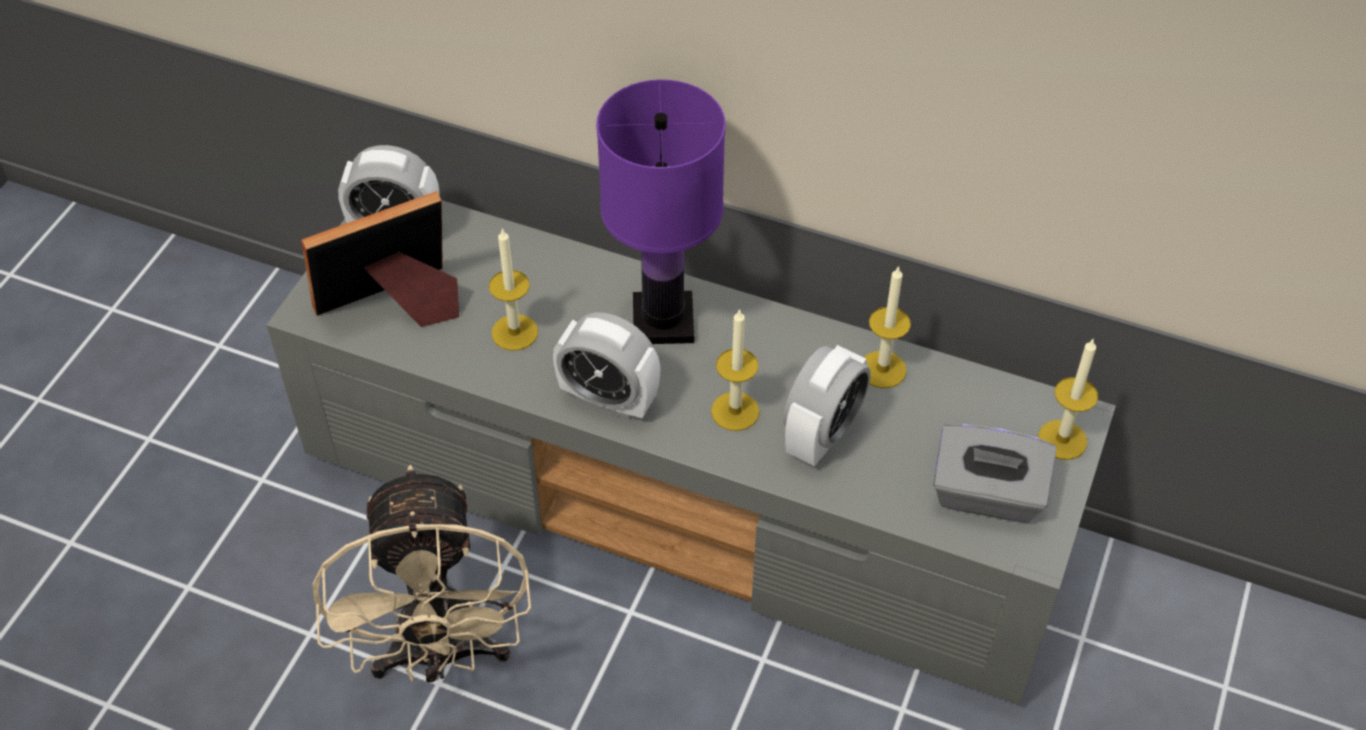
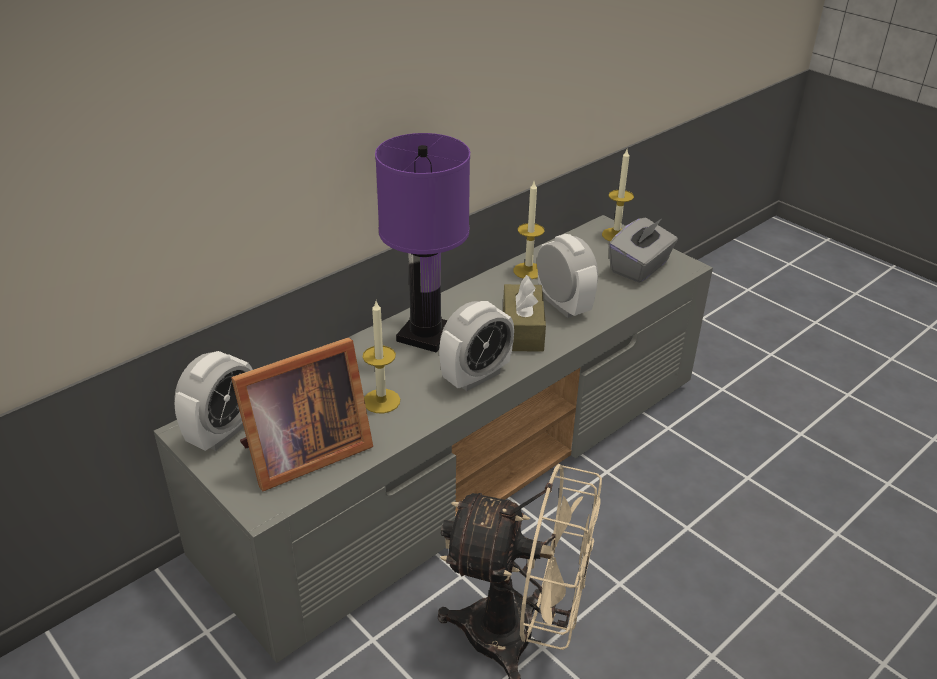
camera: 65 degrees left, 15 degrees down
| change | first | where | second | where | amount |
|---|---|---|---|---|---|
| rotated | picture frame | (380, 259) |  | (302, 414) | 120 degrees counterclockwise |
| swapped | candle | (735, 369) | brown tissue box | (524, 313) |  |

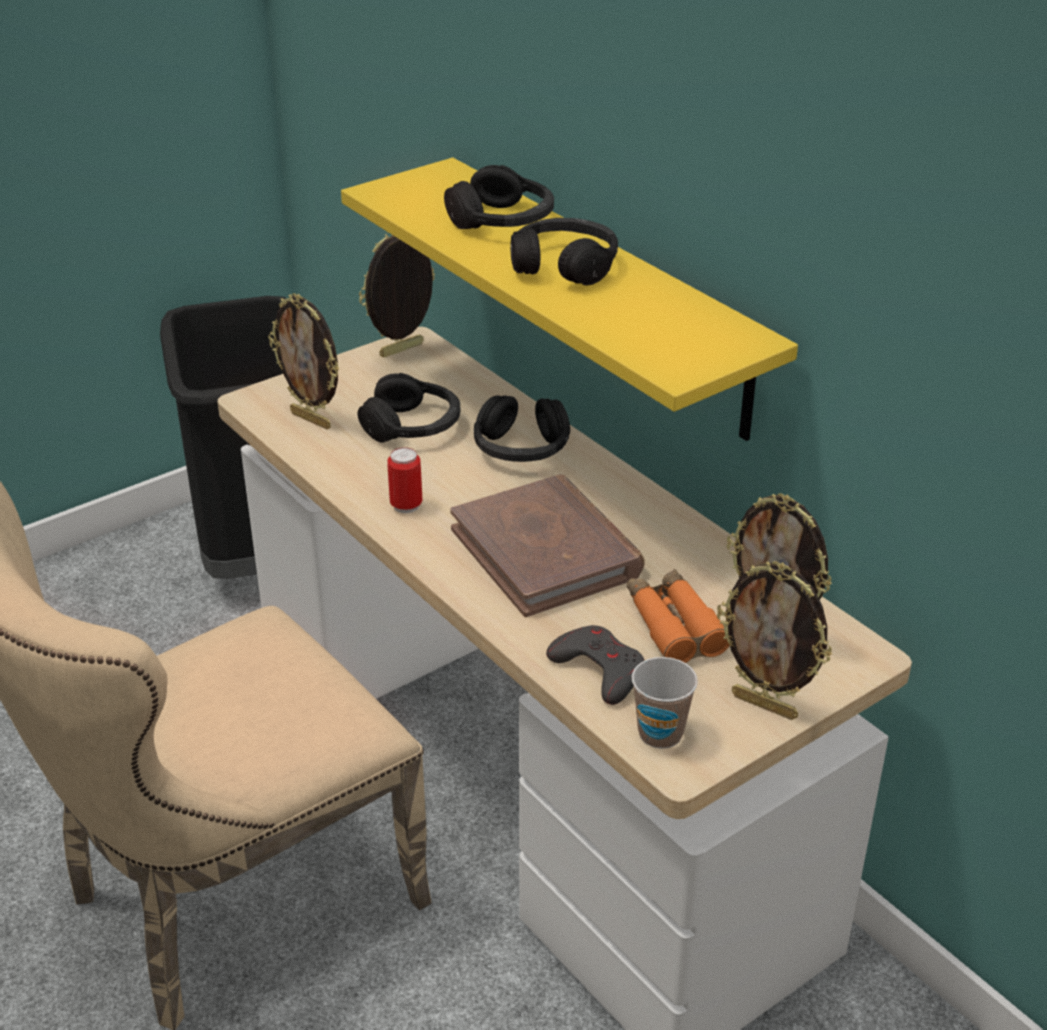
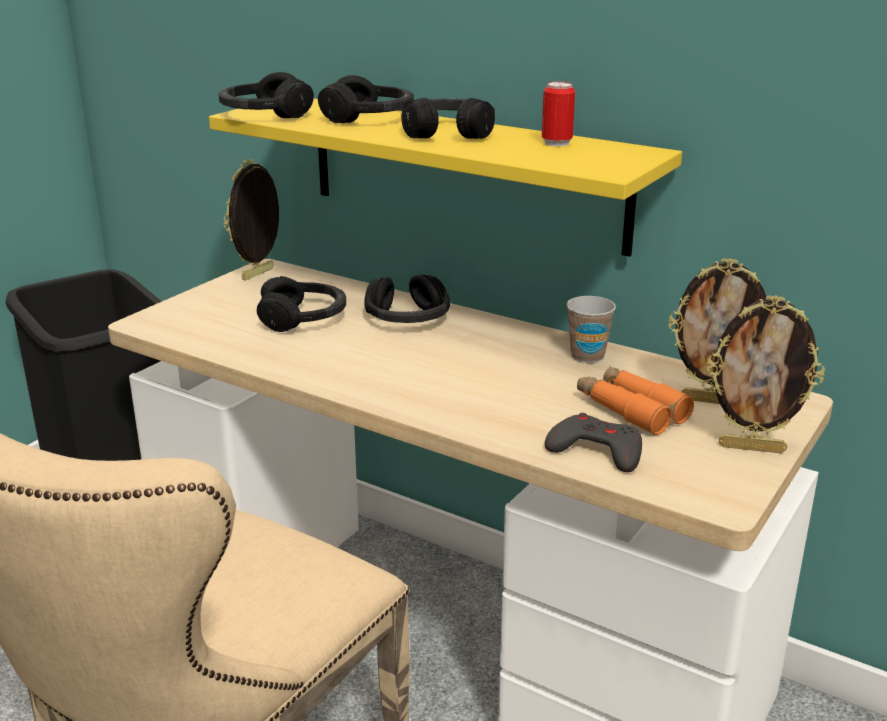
camera: 20 degrees left, 10 degrees down
| change | first | where | second | where | amount |
|---|---|---|---|---|---|
| new |  |  | black headphones | (266, 95) |  |
| shifted | can | (404, 480) |  | (558, 114) |  |
| shifted | cup | (665, 703) |  | (591, 329) |  |
| gone | picture frame | (303, 361) |  |  |  |
| gone | brown book | (547, 545) |  |  |  |

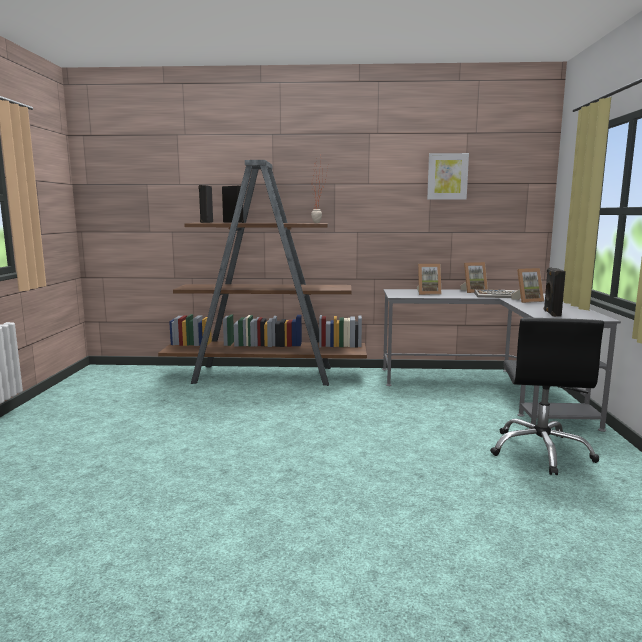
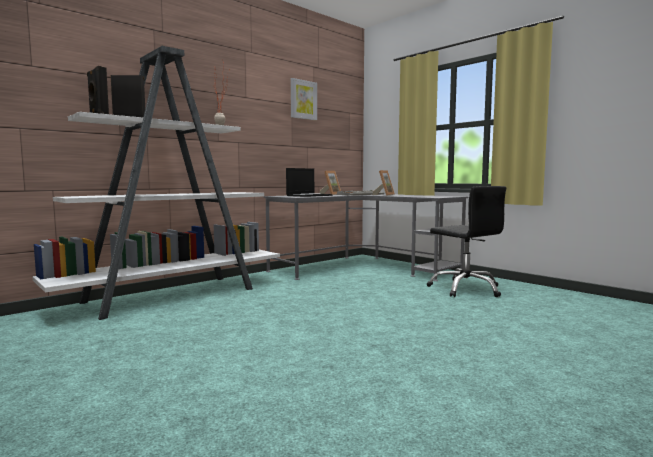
camera: 45 degrees left, 5 degrees down
| change | first | where | second | where | amount |
|---|---|---|---|---|---|
| repainted | brown bookcase | (262, 273) | white bookcase | (156, 183) |  |
| swapped | picture frame | (429, 279) | laptop | (309, 182) |  |
| gone | black speaker | (555, 292) |  |  |  |

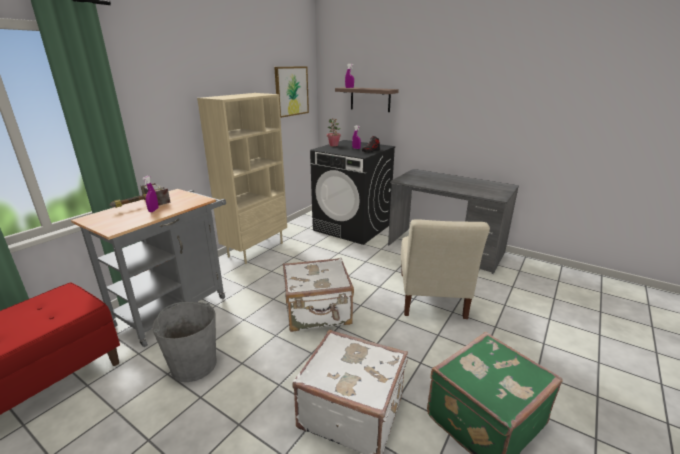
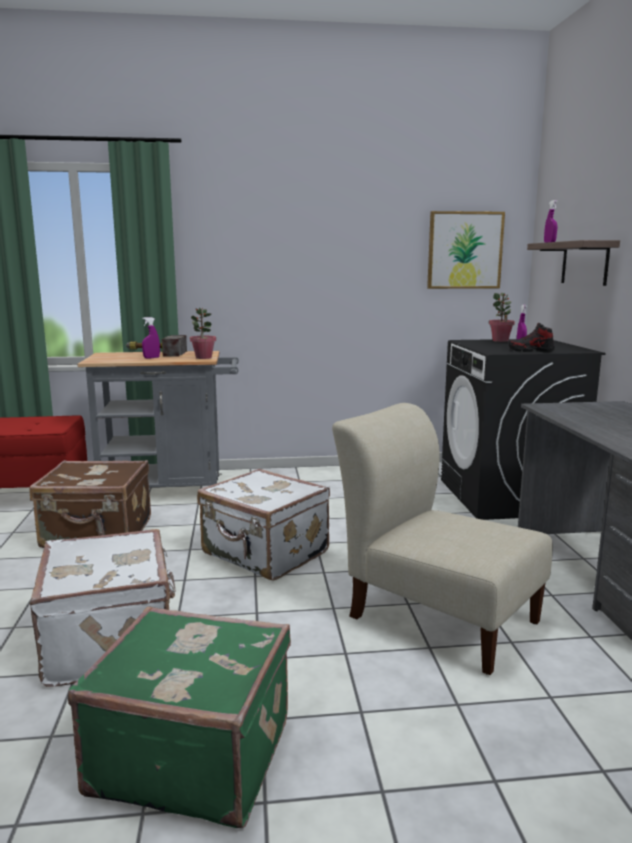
camera: 50 degrees right, 10 degrees down
| change | first | where | second | where | amount |
|---|---|---|---|---|---|
| swapped | grey bucket | (184, 342) | brown suitcase | (90, 504) |  |
| new |  |  | potted plant | (203, 333) |  |
| rotated | beige chair | (445, 269) |  | (442, 539) | 75 degrees clockwise |
| gone | beige bookcase | (242, 178) |  |  |  |

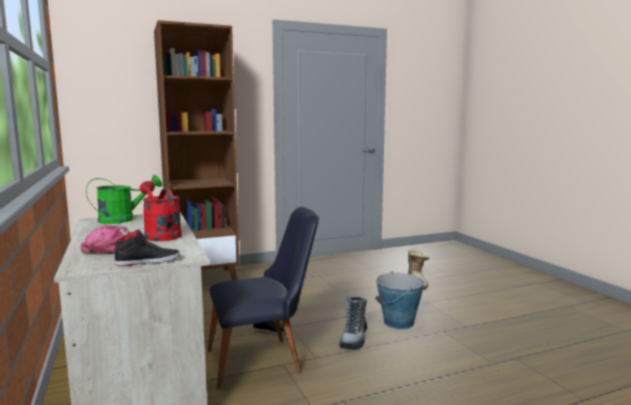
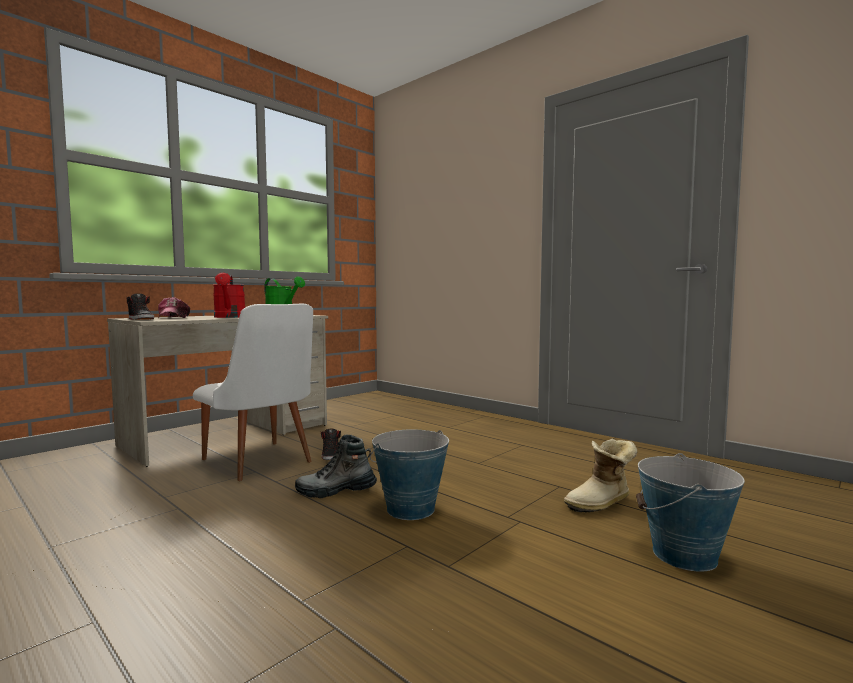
camera: 65 degrees right, 5 degrees down
| change | first | where | second | where | amount |
|---|---|---|---|---|---|
| repainted | black chair | (263, 298) | white chair | (253, 392) |  |
| rotated | red watering can | (161, 211) |  | (229, 295) | 135 degrees clockwise |
| new |  |  | bucket | (690, 512) |  |
| gone | brown bookcase | (196, 150) |  |  |  |

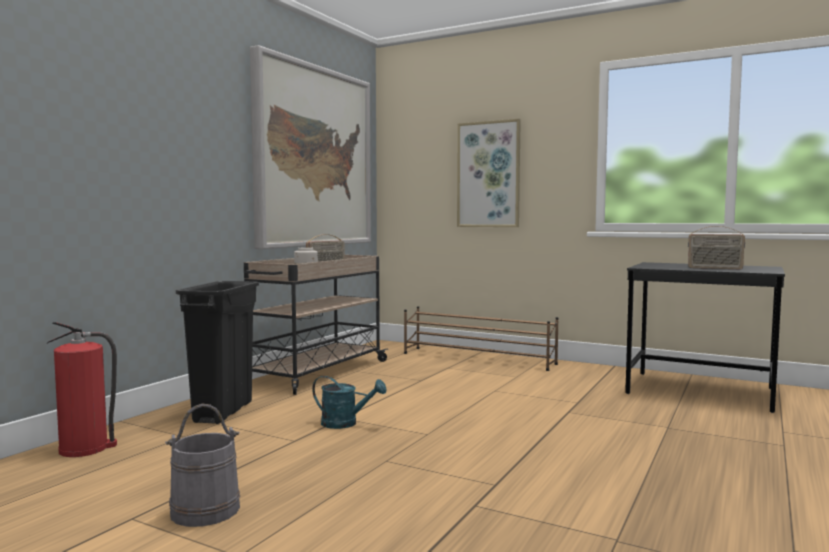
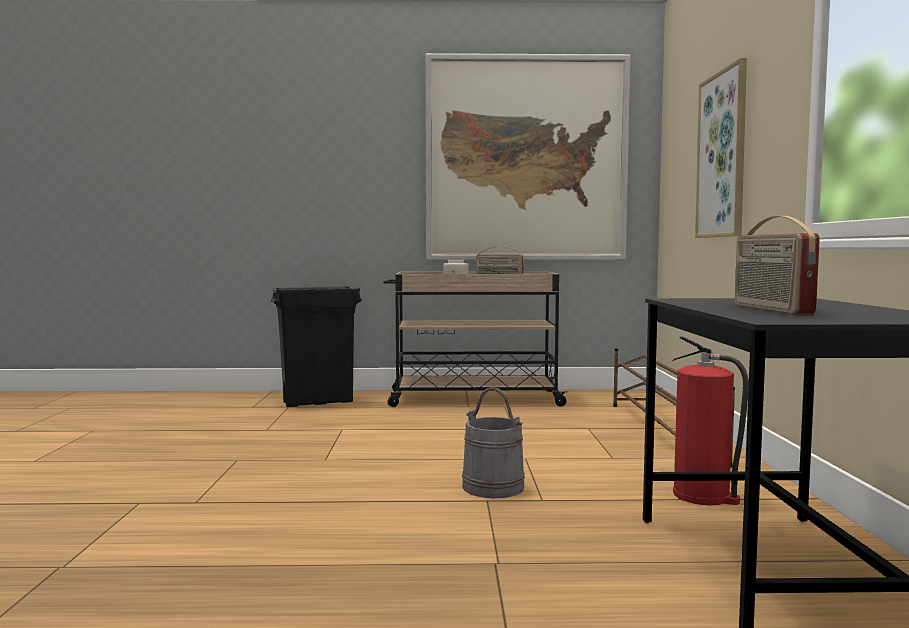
camera: 60 degrees right, 0 degrees up
| change | first | where | second | where | amount |
|---|---|---|---|---|---|
| shifted | grey bucket | (202, 465) |  | (493, 442) |  |
| shifted | fire extinguisher | (82, 389) |  | (710, 420) |  |
| gone | turquoise watering can | (349, 402) |  |  |  |

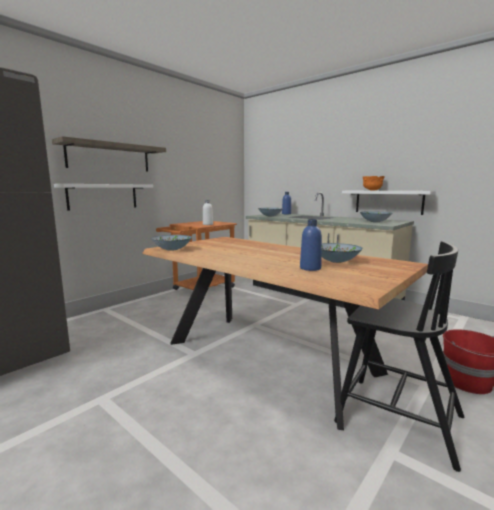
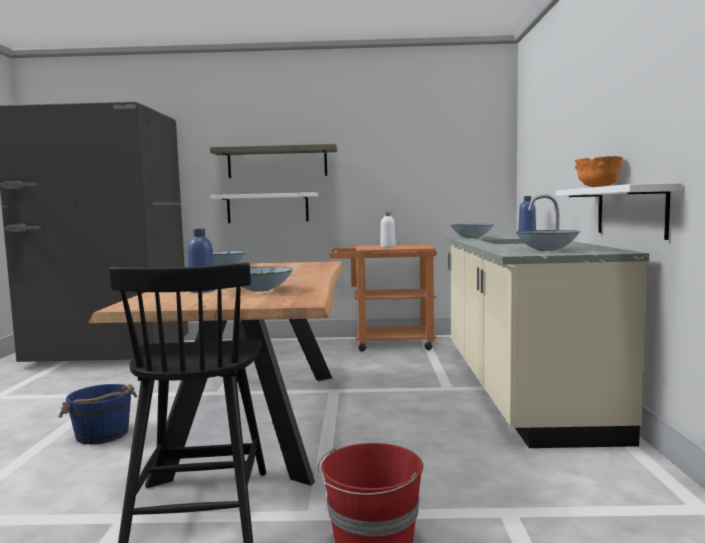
camera: 50 degrees right, 5 degrees down
| change | first | where | second | where | amount |
|---|---|---|---|---|---|
| new |  |  | blue bucket | (98, 414) |  |

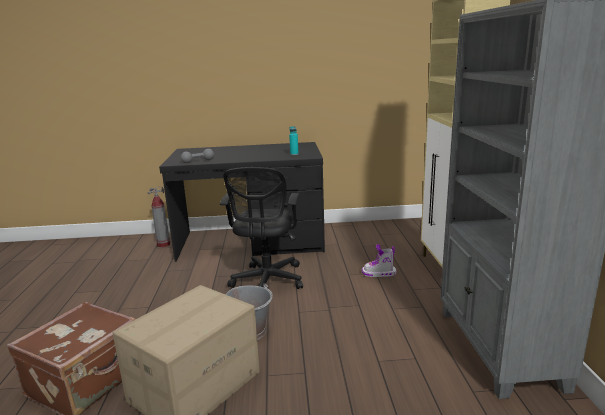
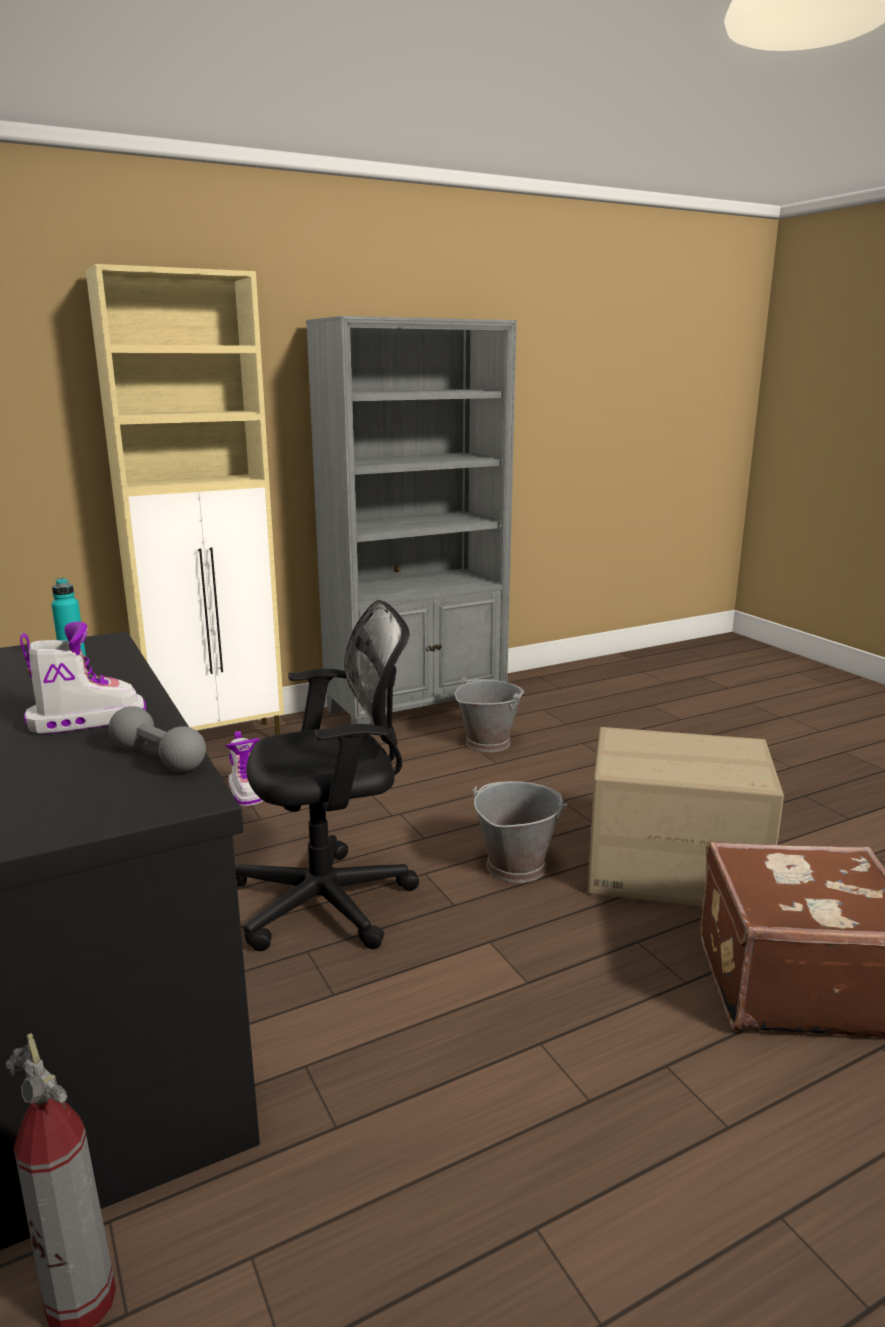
camera: 115 degrees left, 0 degrees up
| change | first | where | second | where | amount |
|---|---|---|---|---|---|
| new |  |  | boot | (83, 677) |  |
| new |  |  | grey bucket | (489, 714) |  |

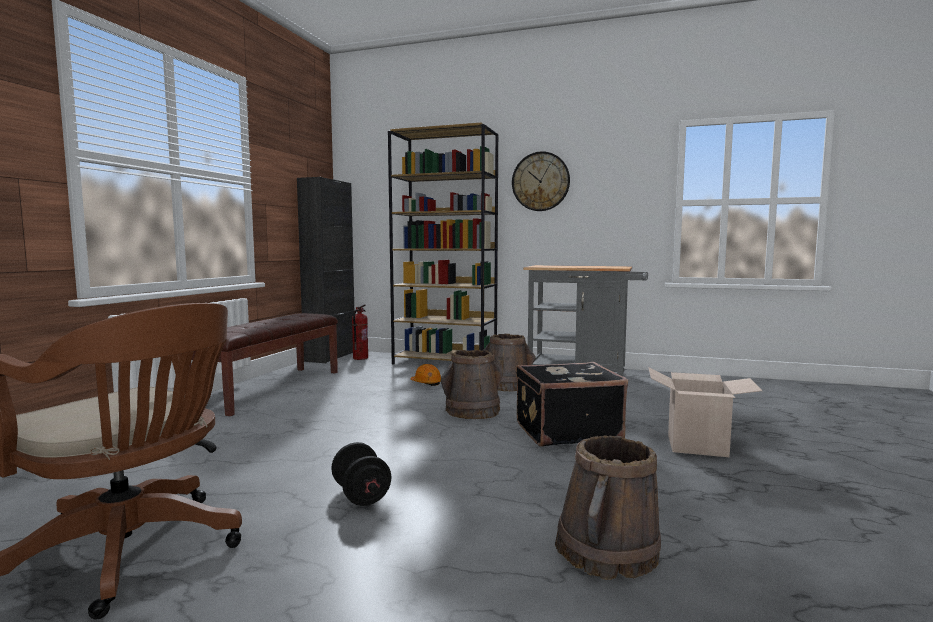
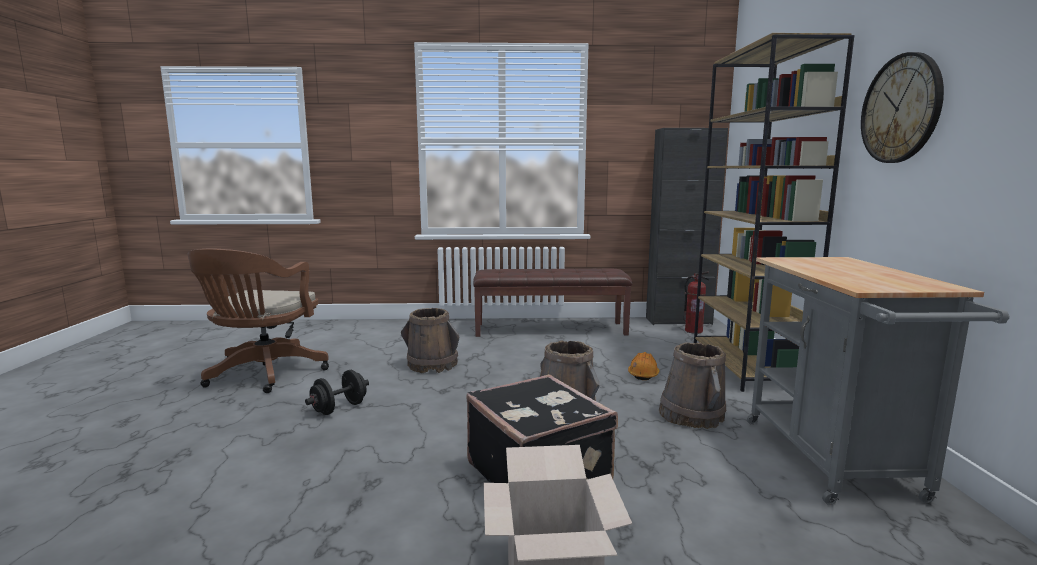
camera: 70 degrees right, 5 degrees up
| change | first | where | second | where | amount |
|---|---|---|---|---|---|
| shifted | brown bucket | (608, 507) |  | (430, 340) |  |

